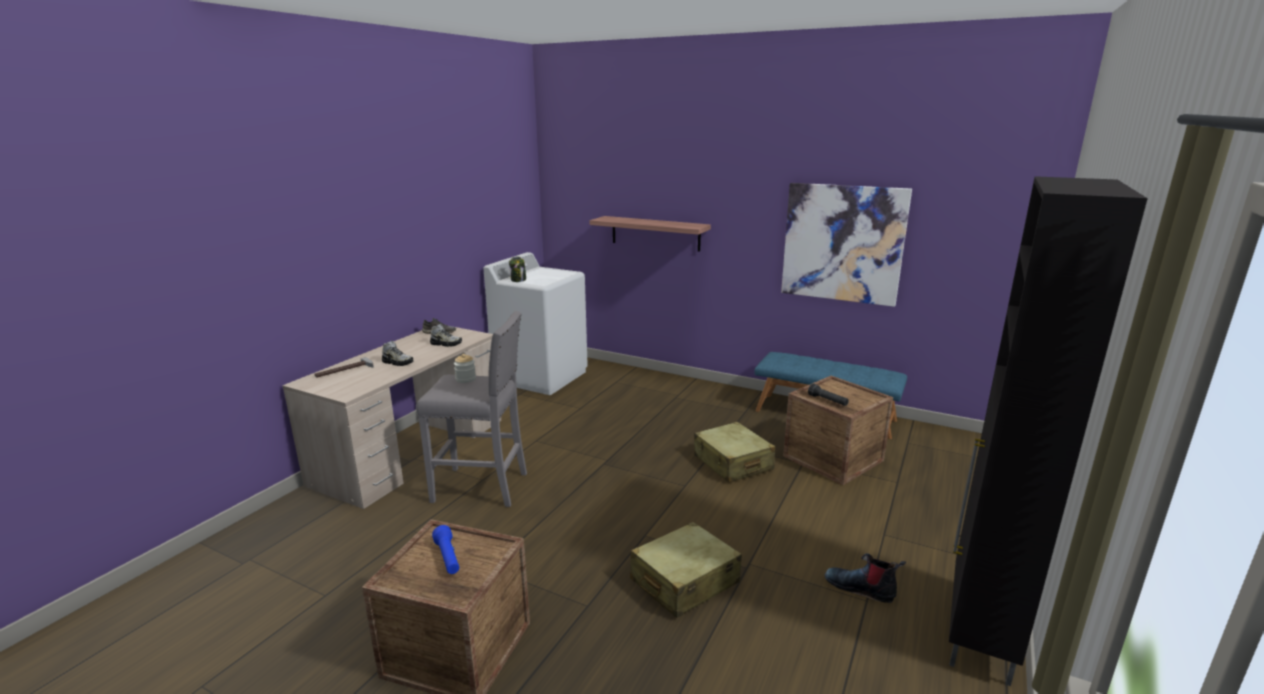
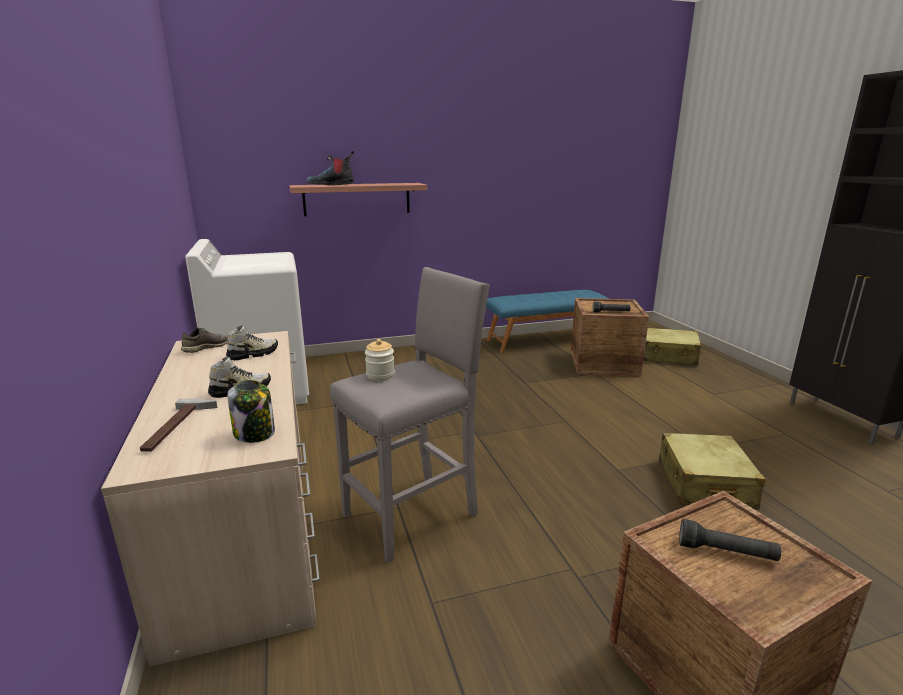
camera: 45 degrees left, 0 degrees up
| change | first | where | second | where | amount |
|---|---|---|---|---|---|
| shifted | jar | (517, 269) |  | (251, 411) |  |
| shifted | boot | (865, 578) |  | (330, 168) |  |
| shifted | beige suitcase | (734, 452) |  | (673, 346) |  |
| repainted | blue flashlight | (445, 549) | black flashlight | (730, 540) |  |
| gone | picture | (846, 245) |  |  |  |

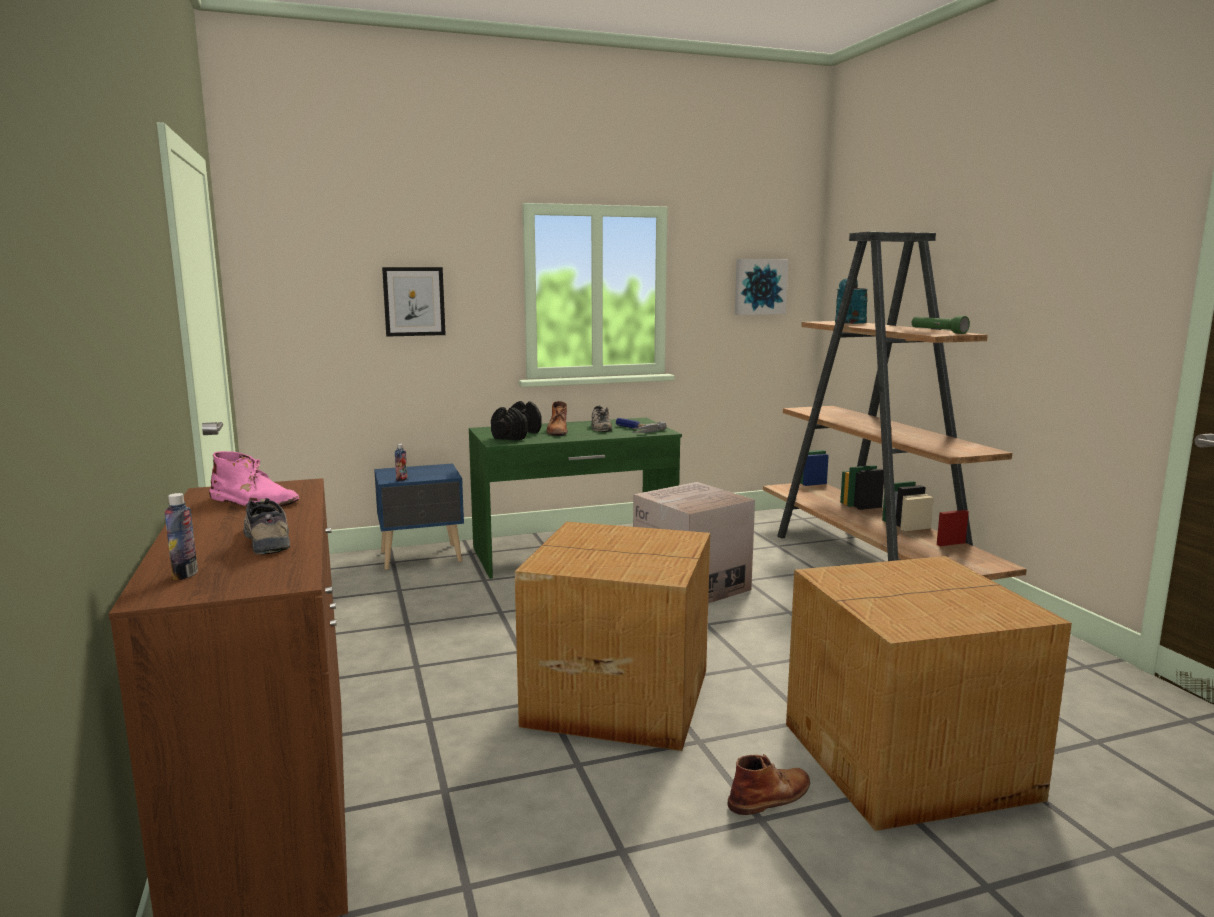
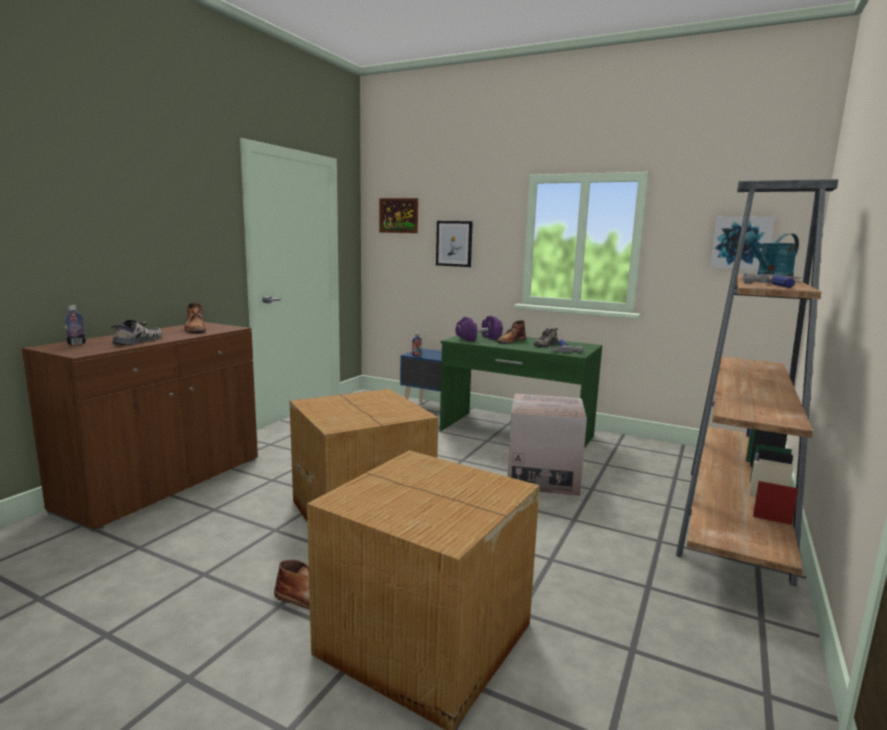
camera: 45 degrees right, 0 degrees up
| change | first | where | second | where | amount |
|---|---|---|---|---|---|
| repainted | pink boot | (254, 479) | brown boot | (195, 318) |  |
| new |  |  | picture | (398, 215) |  |
| repainted | black dumbbell | (516, 421) | purple dumbbell | (479, 328) |  |
| swapped | green flashlight | (941, 325) | hammer | (772, 280) |  |

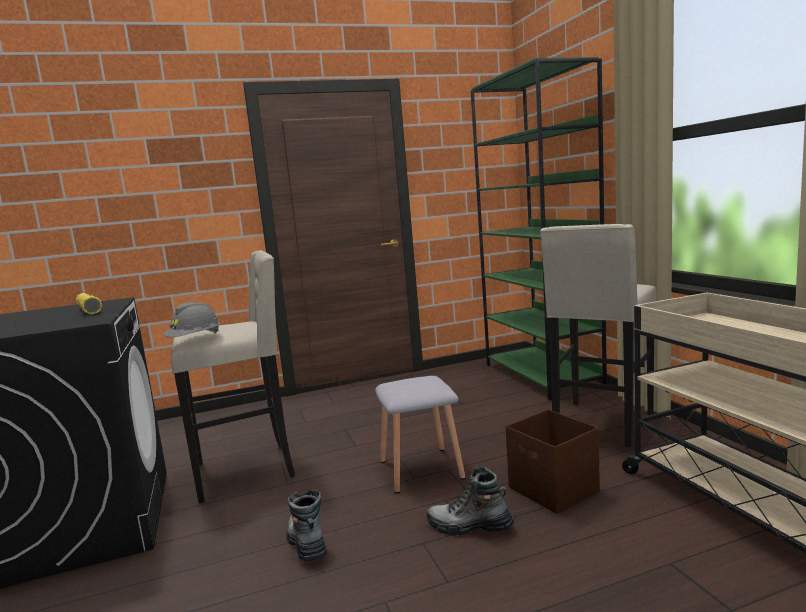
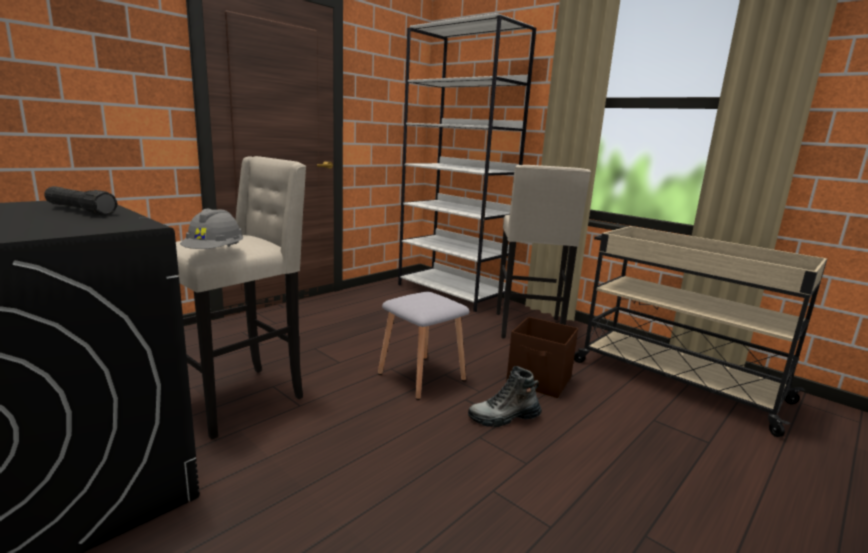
camera: 30 degrees left, 5 degrees up
| change | first | where | second | where | amount |
|---|---|---|---|---|---|
| repainted | yellow flashlight | (89, 303) | black flashlight | (80, 201) |  |
| repainted | green bookcase | (539, 228) | white bookcase | (467, 162) |  |
| gone | boot | (306, 526) |  |  |  |

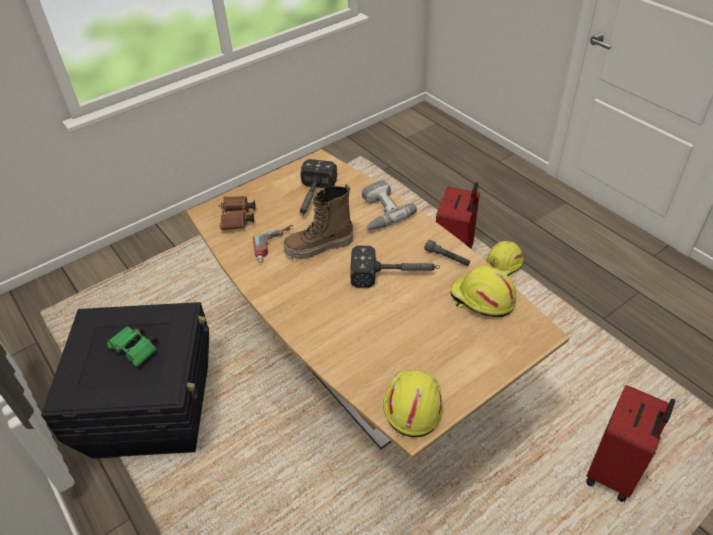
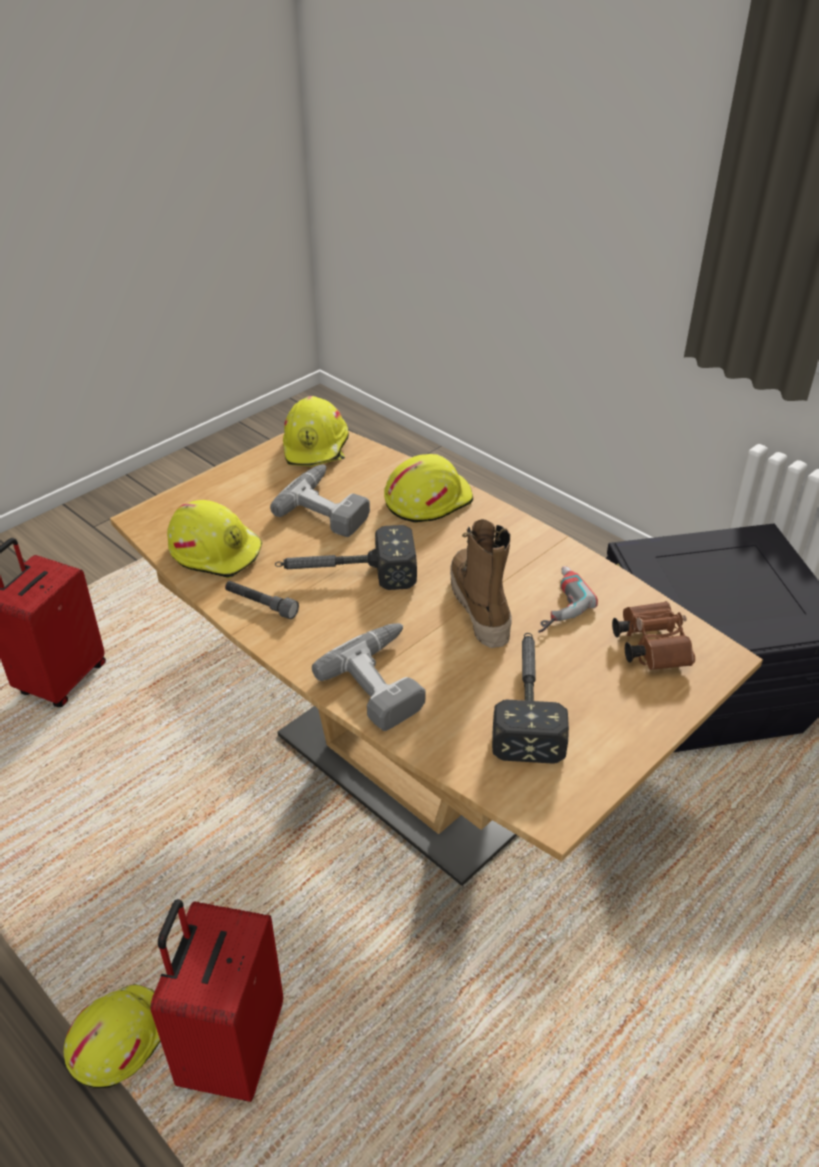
camera: 170 degrees right, 5 degrees down
| change | first | where | second | where | amount |
|---|---|---|---|---|---|
| new |  |  | power drill | (320, 500) |  |
| new |  |  | yellow hard hat | (428, 488) |  |
| rotated | boot | (318, 221) |  | (481, 583) | 75 degrees counterclockwise |
| gone | green binoculars | (132, 345) |  |  |  |

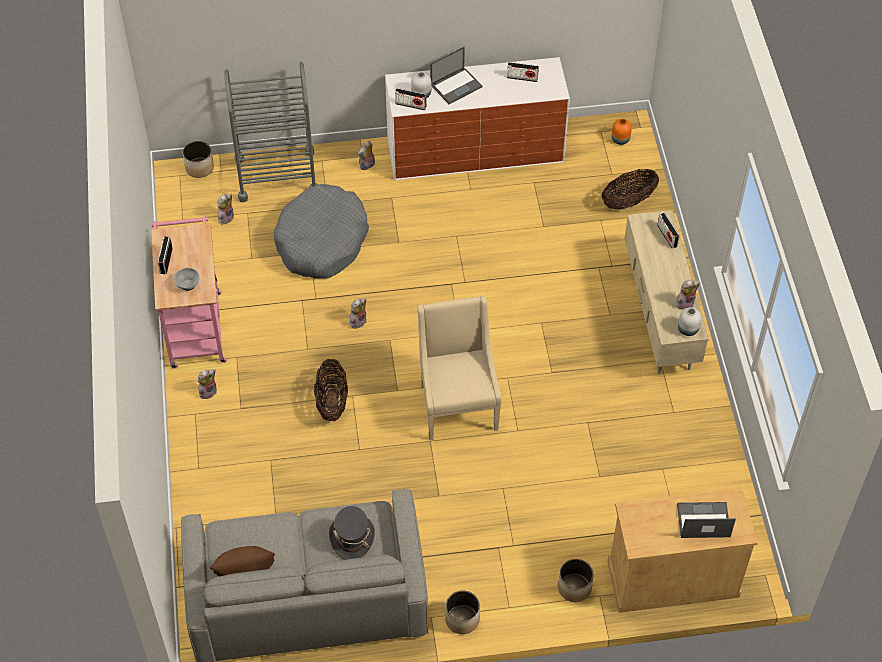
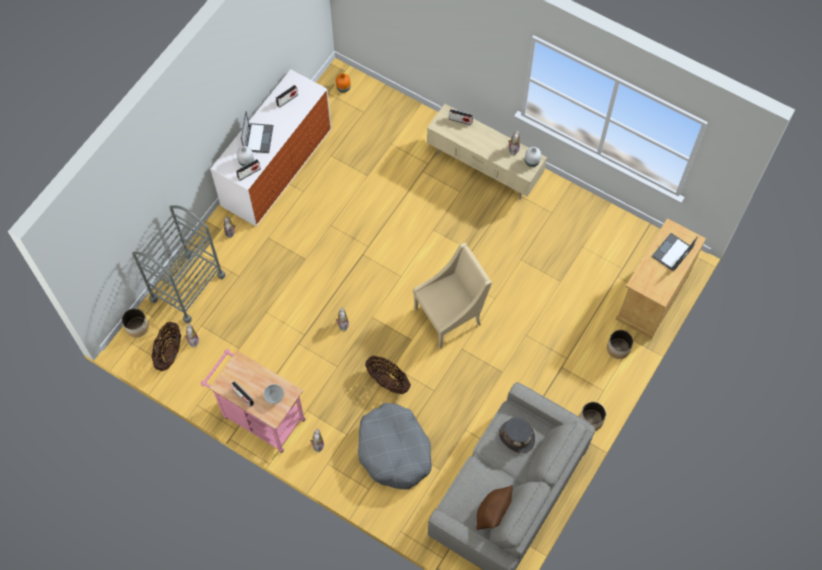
camera: 50 degrees left, 10 degrees up
| change | first | where | second | where | amount |
|---|---|---|---|---|---|
| shifted | basket | (630, 189) |  | (166, 346) |  |
| shifted | grey dog bed | (321, 231) |  | (395, 446) |  |
| rotated | beige armchair | (460, 368) |  | (452, 296) | 120 degrees clockwise |

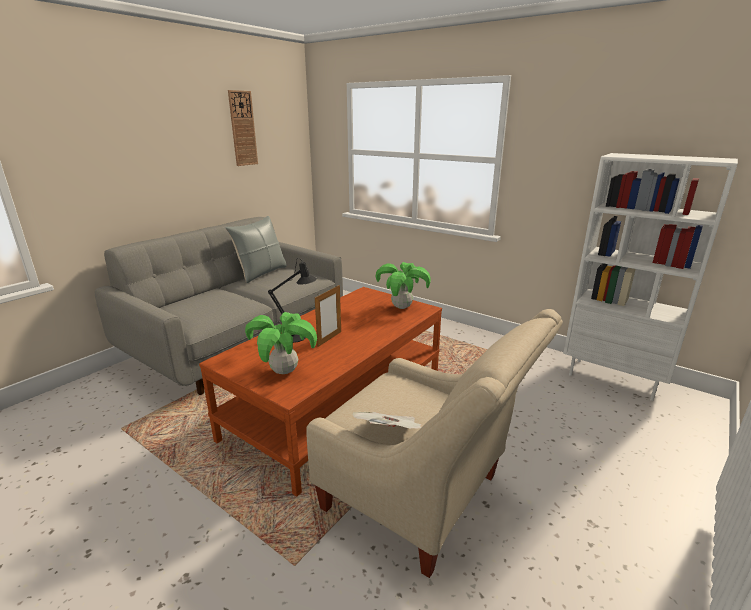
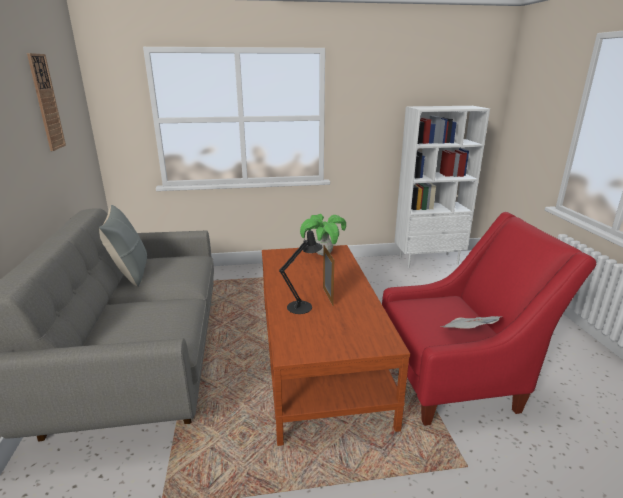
camera: 45 degrees left, 0 degrees up
| change | first | where | second | where | amount |
|---|---|---|---|---|---|
| repainted | beige armchair | (434, 443) | red armchair | (489, 319) |  |
| gone | potted plant | (281, 343) |  |  |  |

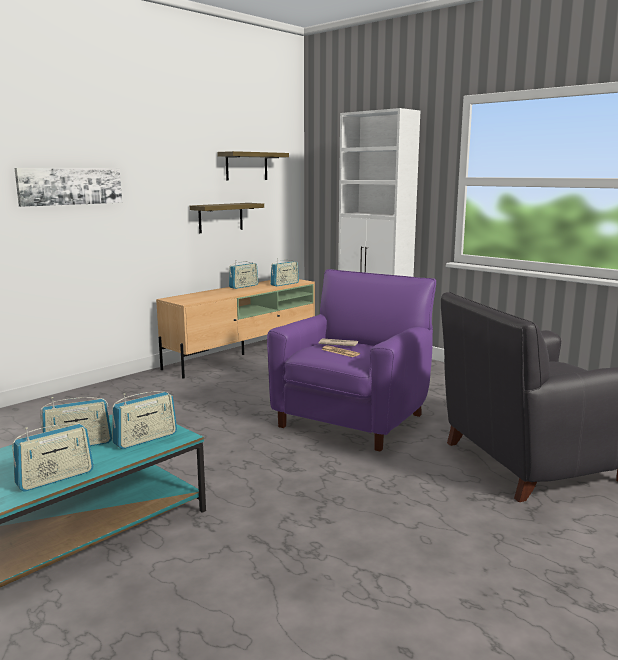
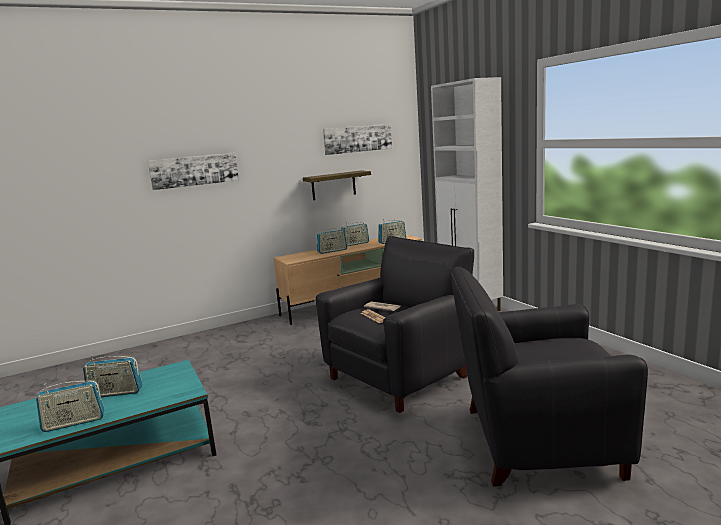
camera: 20 degrees right, 0 degrees up
| change | first | where | second | where | amount |
|---|---|---|---|---|---|
| shifted | radio | (144, 420) |  | (331, 241) |  |
| repainted | purple armchair | (351, 360) | black armchair | (395, 324) |  |
| swapped | shelf | (253, 165) | picture | (357, 139) |  |

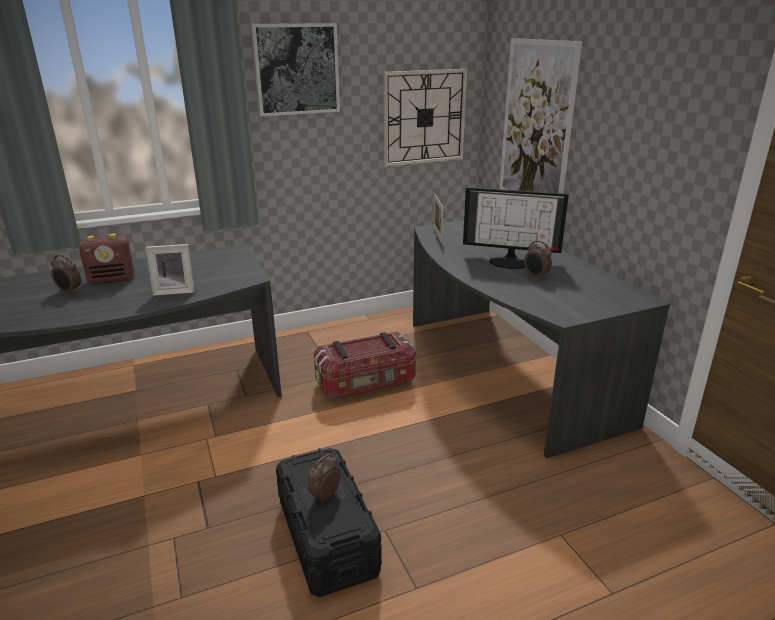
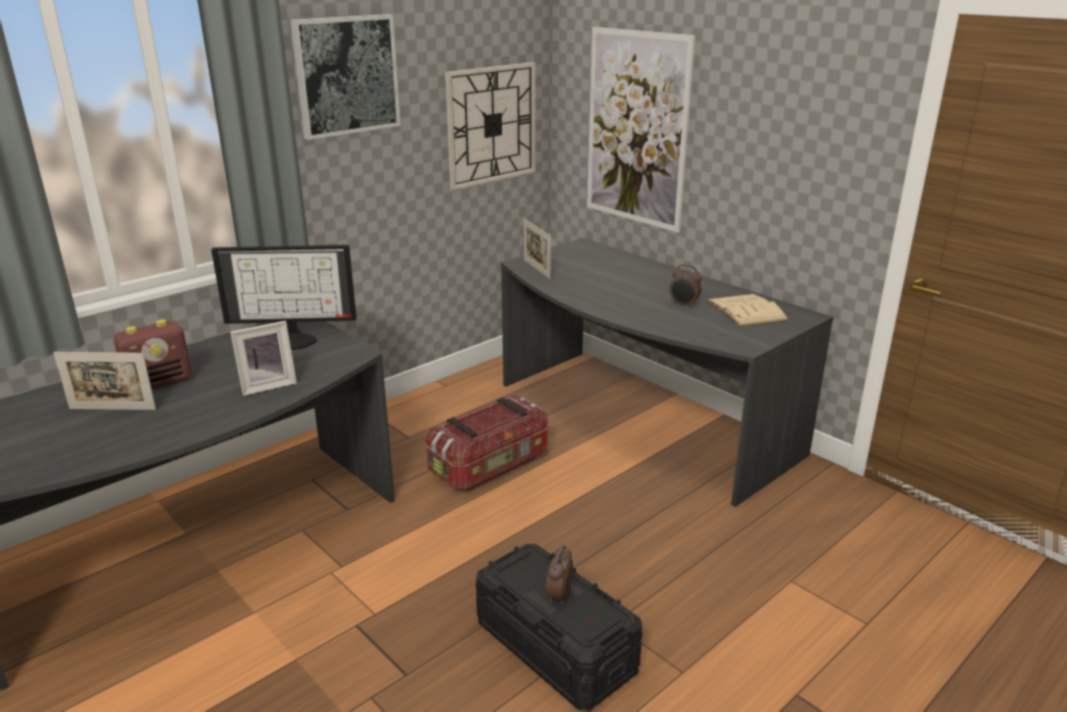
camera: 20 degrees left, 0 degrees up
| change | first | where | second | where | amount |
|---|---|---|---|---|---|
| swapped | alarm clock | (66, 274) | picture frame | (105, 381) |  |
| shifted | monitor | (516, 228) |  | (284, 297) |  |
| new |  |  | beige book | (747, 310) |  |

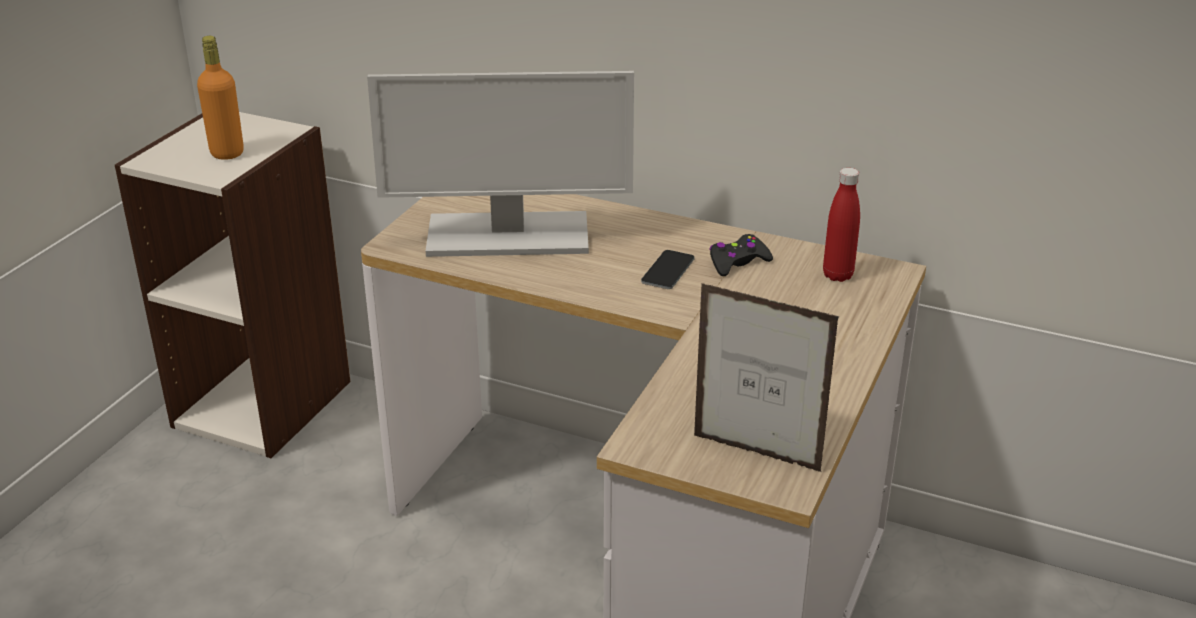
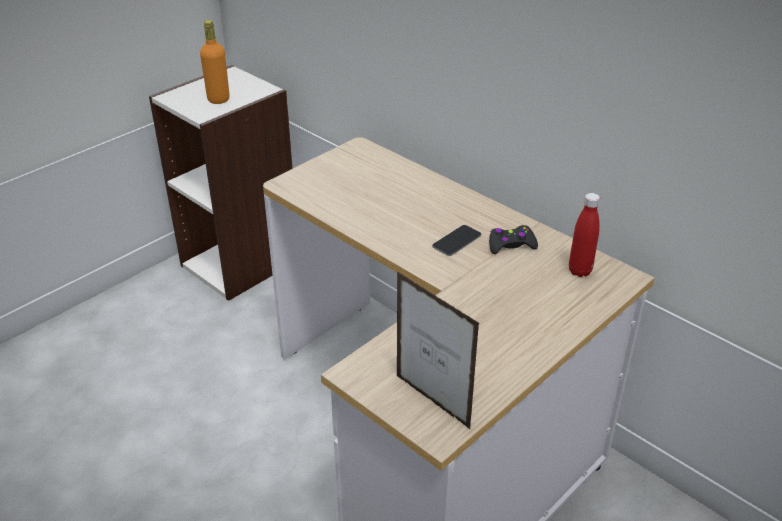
camera: 20 degrees right, 5 degrees up
| change | first | where | second | where | amount |
|---|---|---|---|---|---|
| gone | monitor | (500, 164) |  |  |  |

